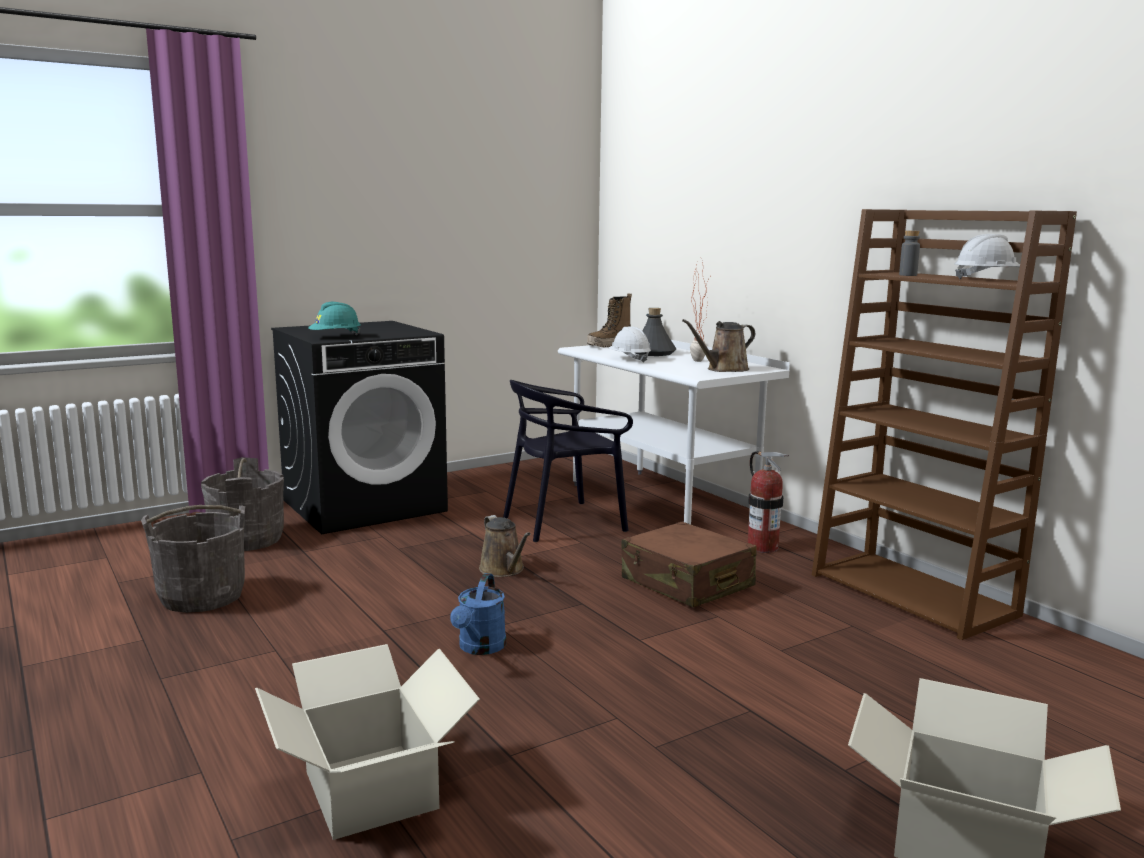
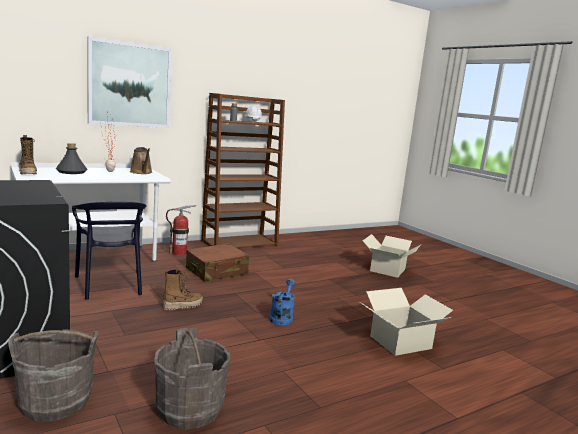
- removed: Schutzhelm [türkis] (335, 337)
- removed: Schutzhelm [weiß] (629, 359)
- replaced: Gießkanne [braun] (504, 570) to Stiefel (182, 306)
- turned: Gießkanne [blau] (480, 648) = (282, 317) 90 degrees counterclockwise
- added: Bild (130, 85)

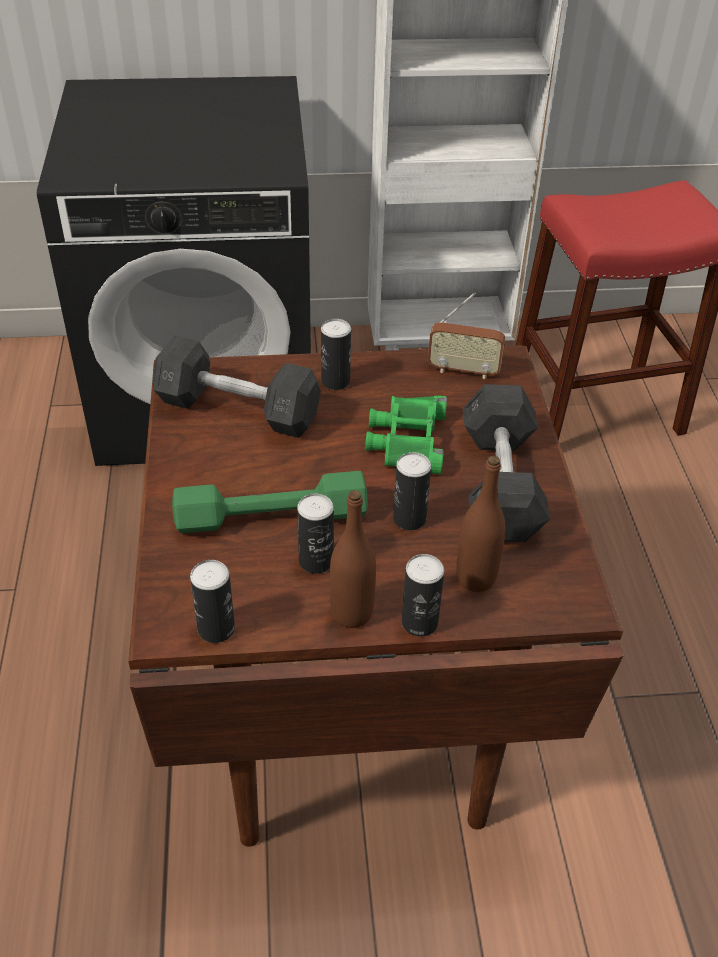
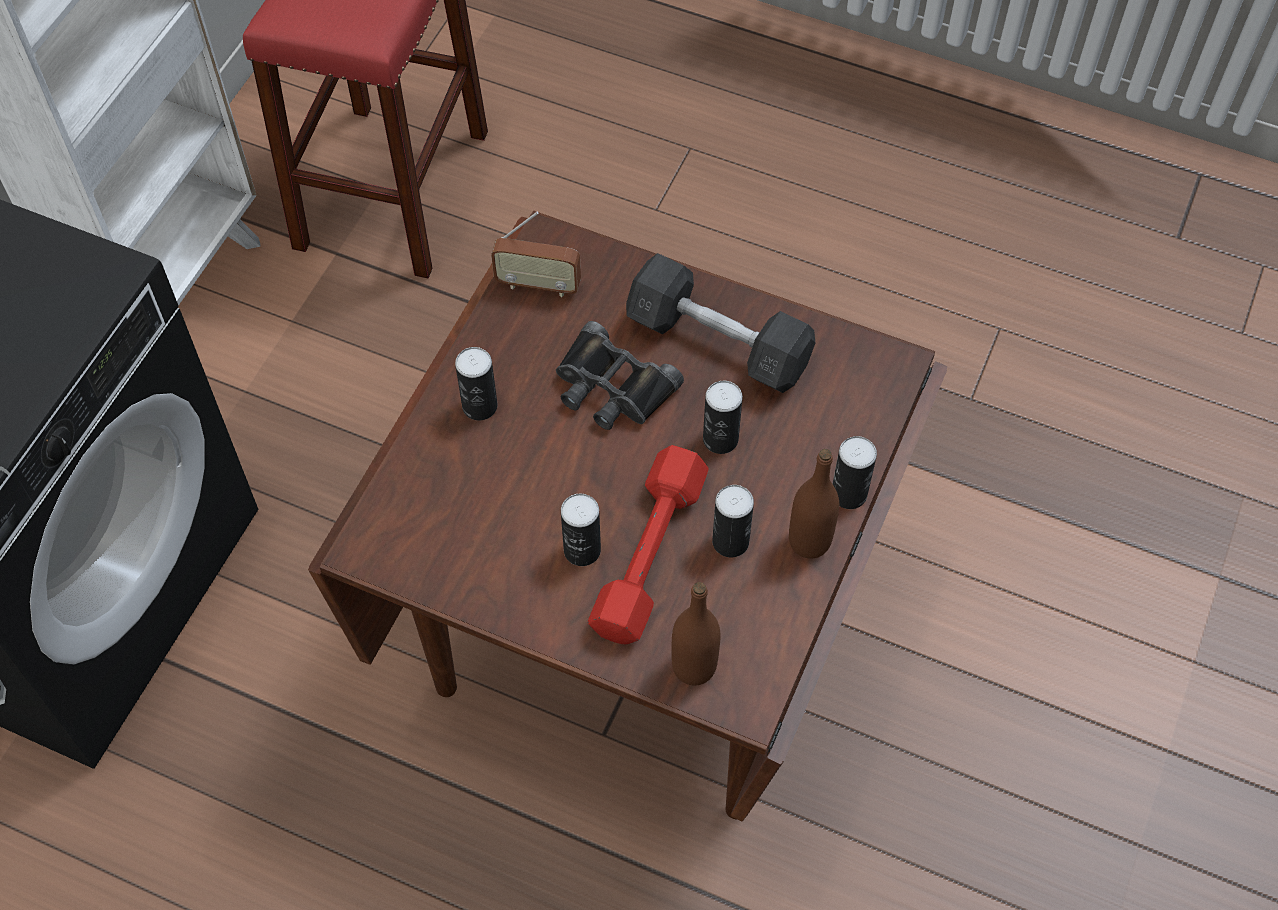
- turned: Radio (463, 370) = (538, 285) 60 degrees clockwise
- removed: Hantel [grau] (238, 409)
- recoloured: Fernglas [grün] (407, 440) to Fernglas [schwarz] (612, 387)
- moved: Flasche [braun] (475, 578) to (694, 666)
- recoloured: Hantel [grün] (271, 517) to Hantel [rot] (650, 554)
- moved: Dose (216, 628) to (582, 550)

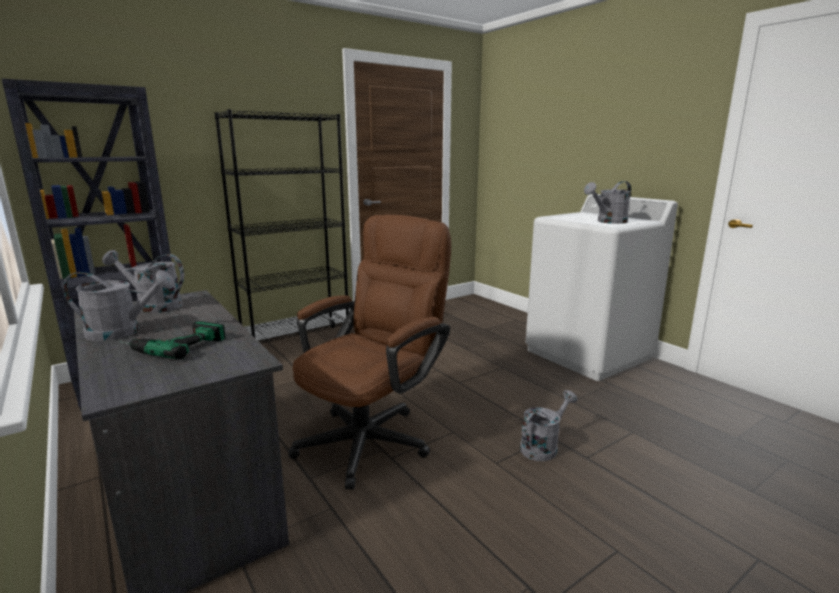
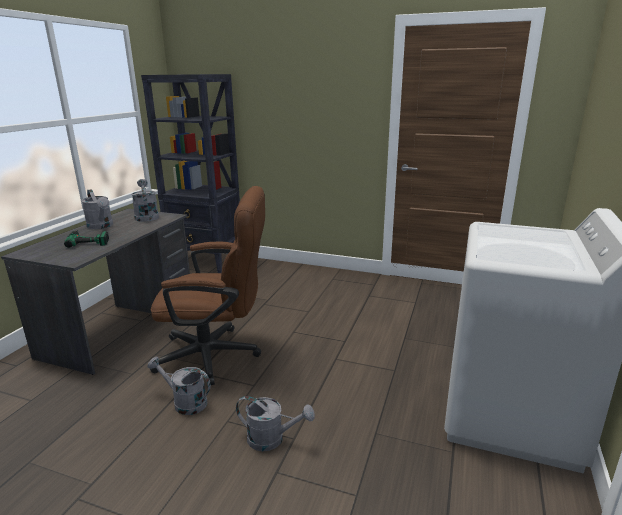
- removed: Bücherregal [schwarz] (297, 342)
- moved: Gießkanne [grau] (608, 222) to (185, 402)

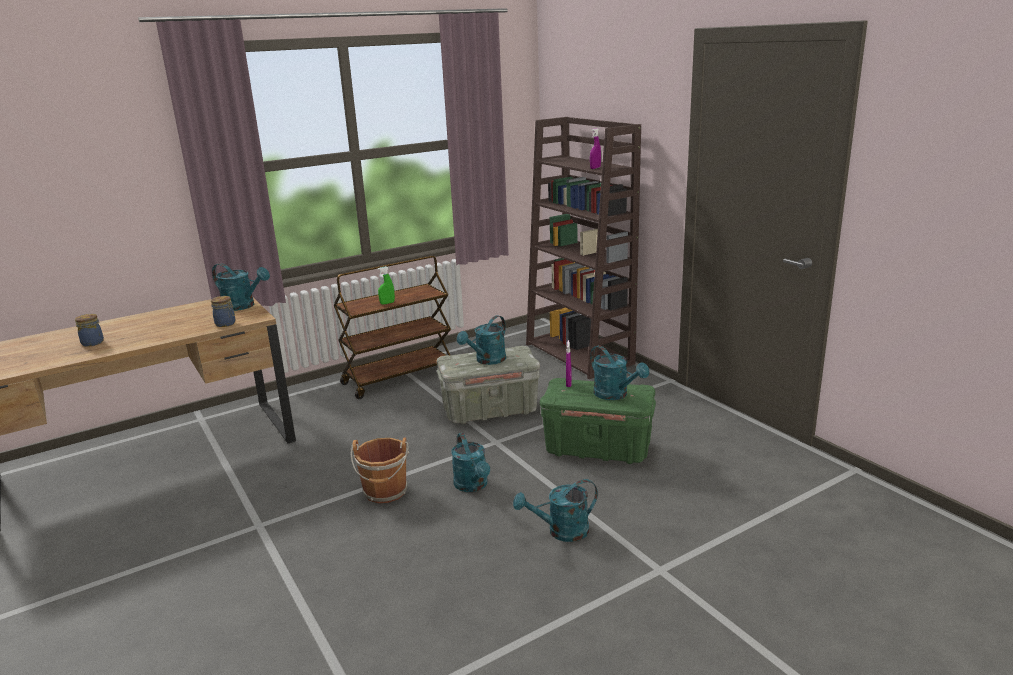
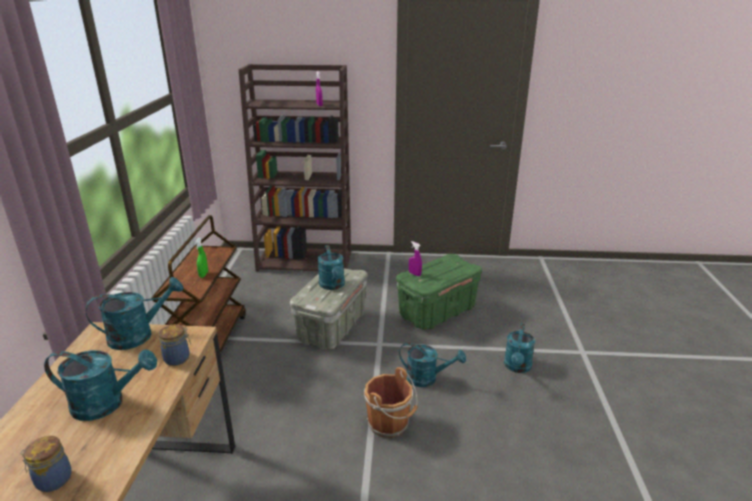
- moved: Gießkanne [türkis] (615, 395) to (107, 404)

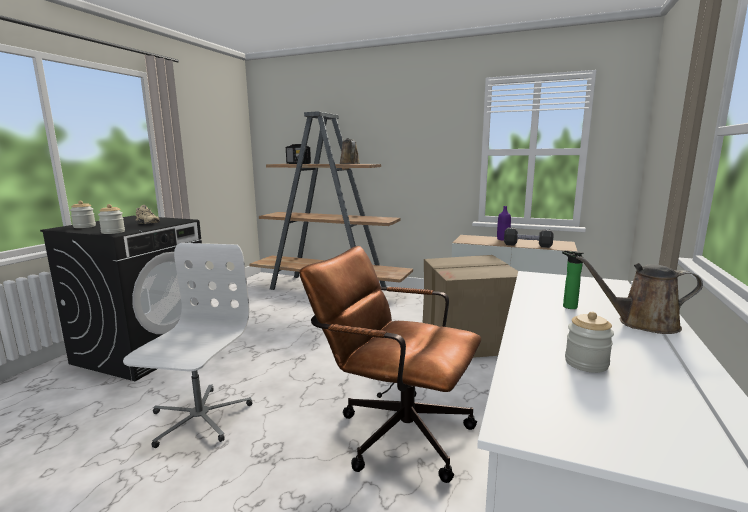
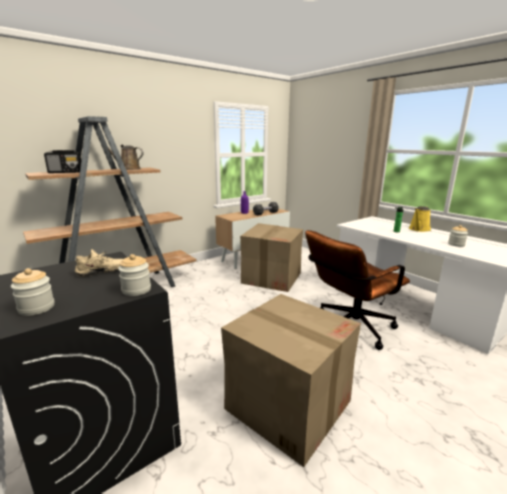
- replaced: Bürostuhl [weiß] (199, 418) to Karton (287, 404)
- recoloured: Gießkanne [braun] (642, 323) to Gießkanne [gelb] (419, 229)

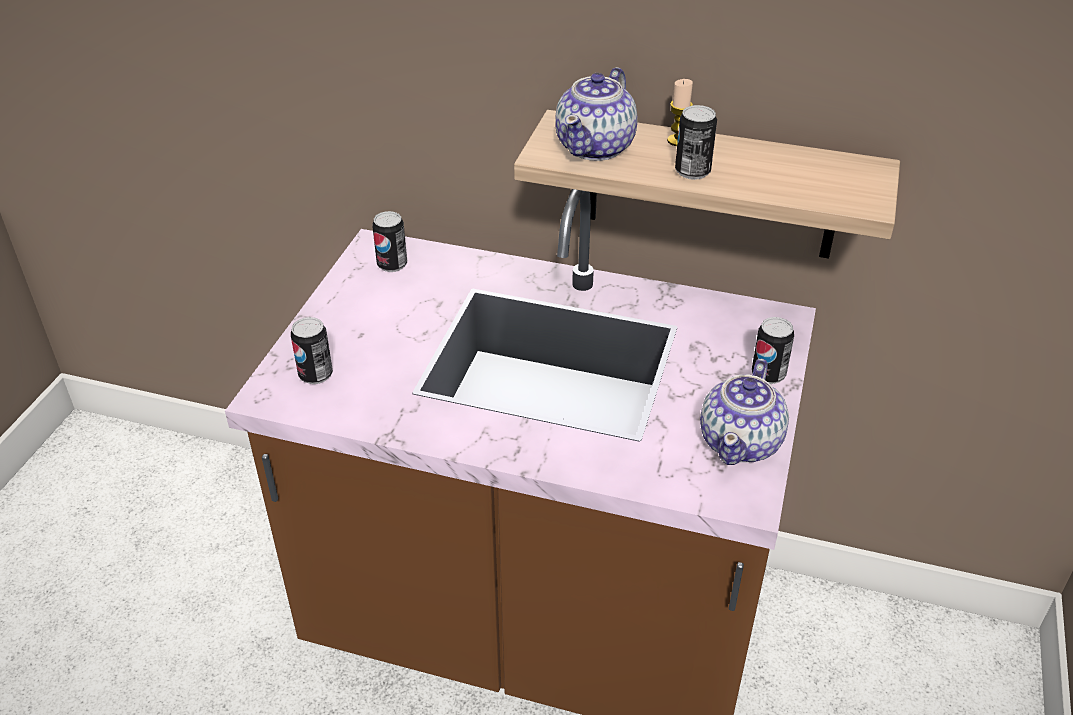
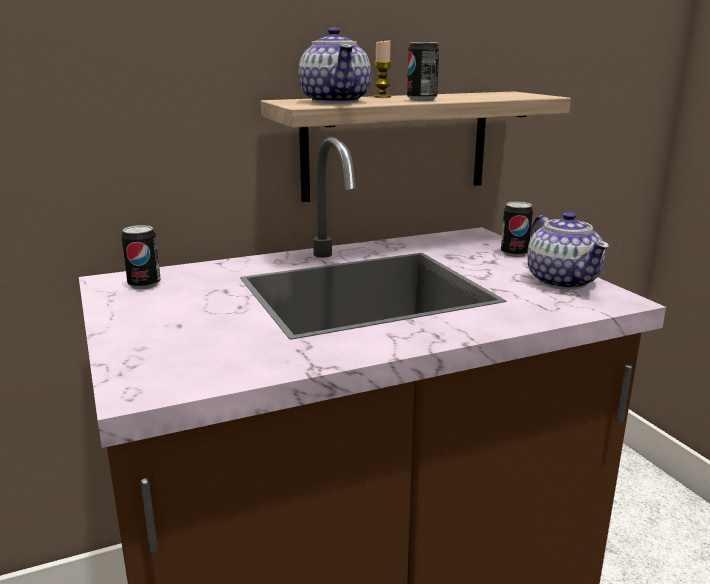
- removed: Dose (315, 375)

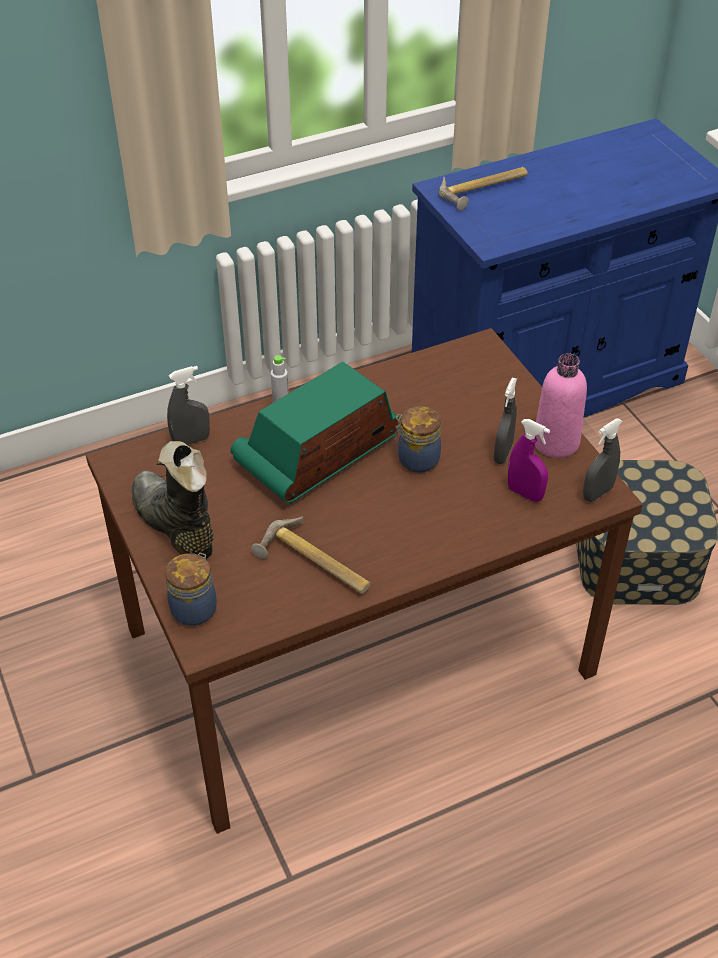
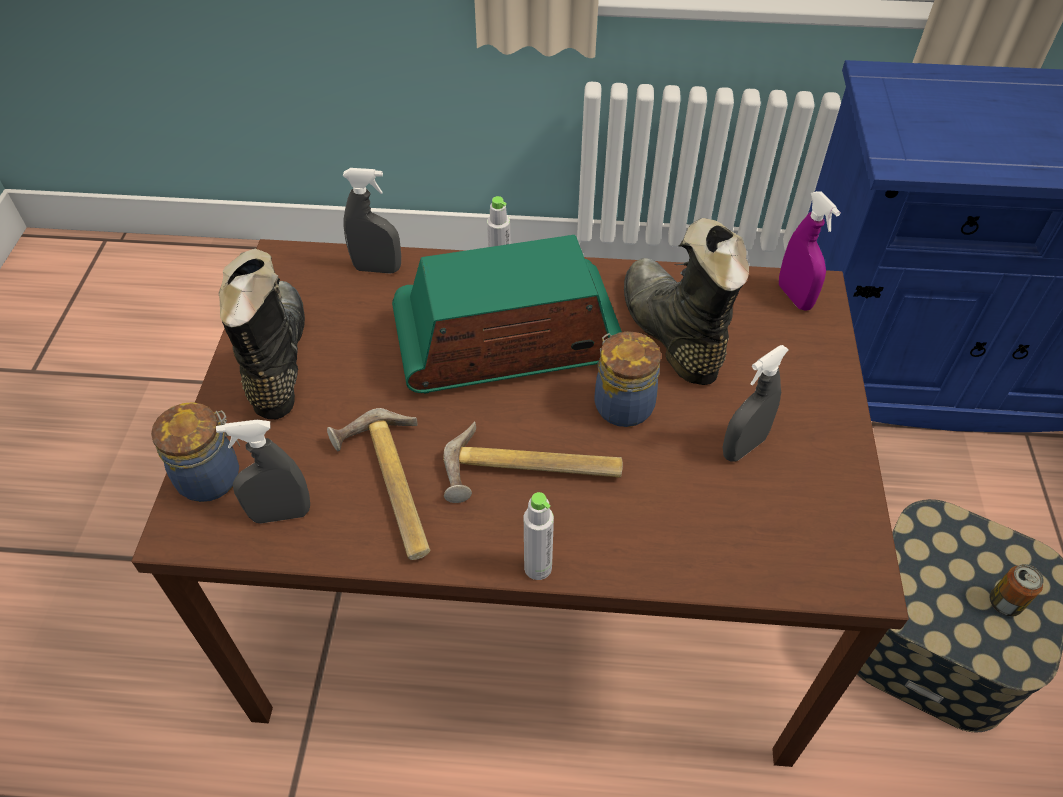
- moved: Hammer (484, 190) to (531, 474)
- removed: Flasche [rosa] (556, 442)
- moved: Sprühflasche [lila] (525, 493) to (794, 297)
- moved: Sprühflasche [grau] (597, 493) to (281, 514)
- added: Stiefel [schwarz] (670, 332)
- added: Flasche [grau] (538, 567)
- added: Dose (1004, 603)

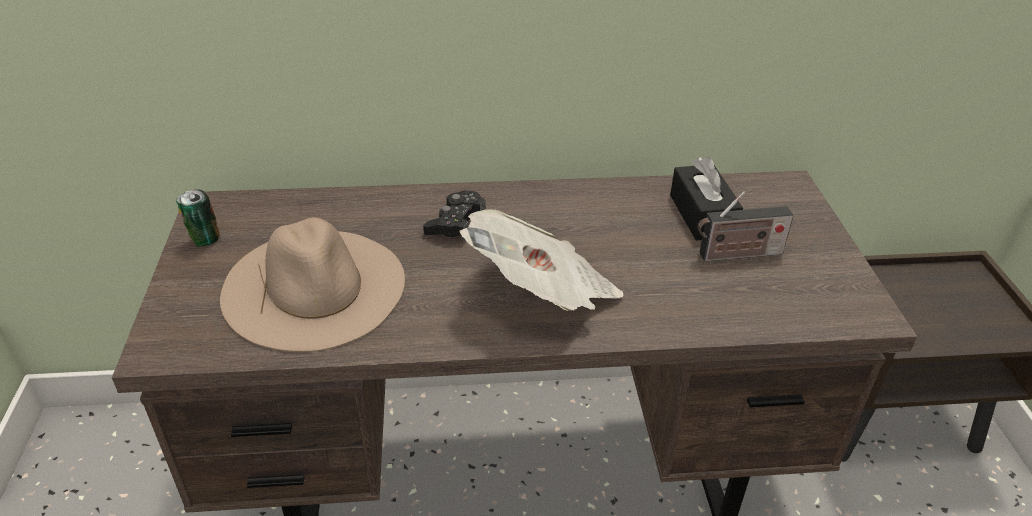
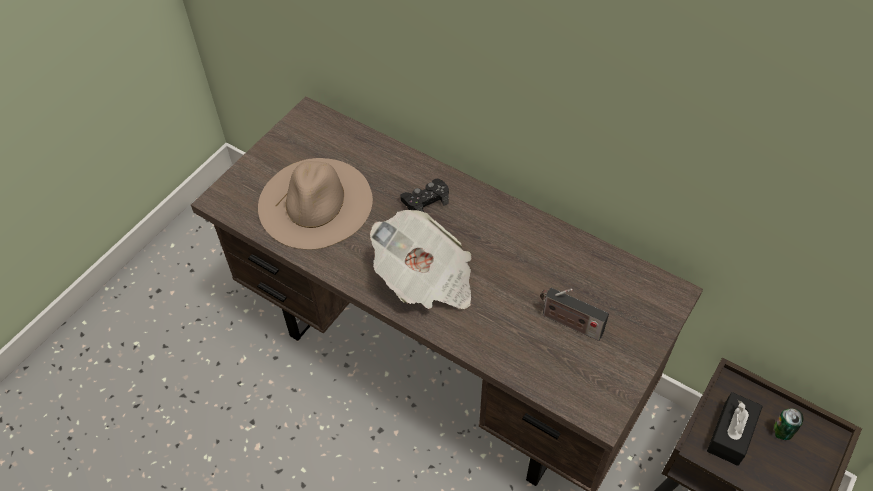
- moved: Taschentuchbox [schwarz] (702, 215) to (731, 434)
- moved: Dose (204, 239) to (781, 432)

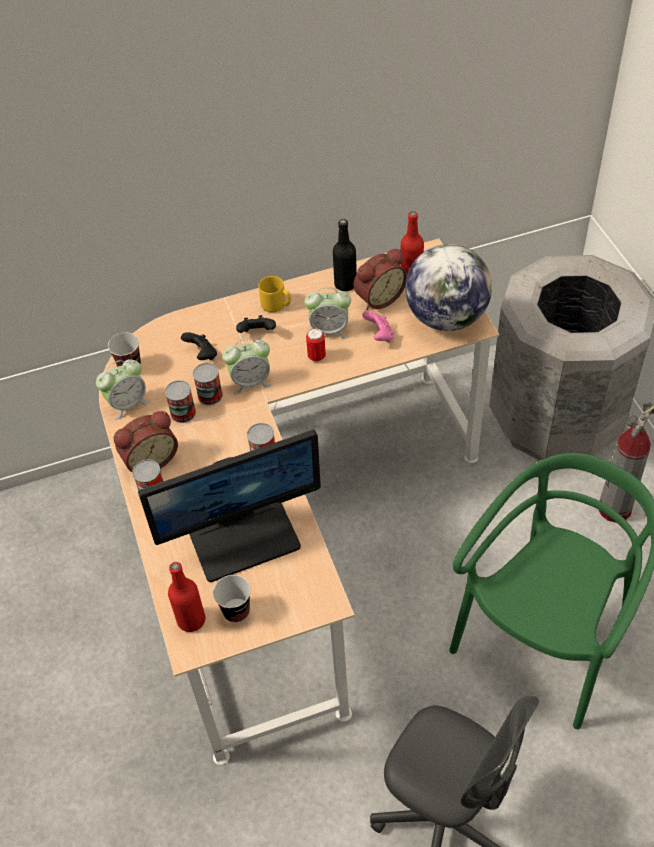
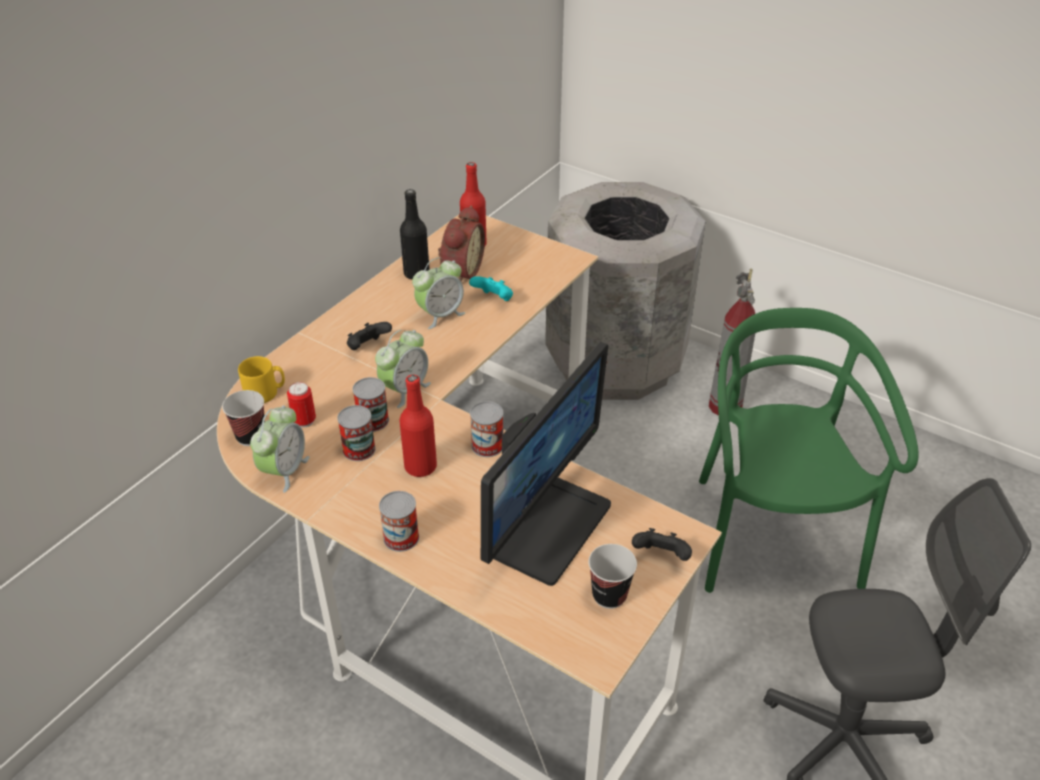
- removed: Globus (446, 317)
- moved: Henkelbecher [gelb] (276, 305) to (265, 393)
- recoloured: Gamepad [rosa] (379, 335) to Gamepad [türkis] (493, 299)
- moved: Dose (316, 357) to (304, 421)
- moved: Gamepad [schwarz] (202, 355) to (661, 556)
- removed: Wecker (150, 459)
- moved: Flasche [rot] (191, 620) to (420, 467)

